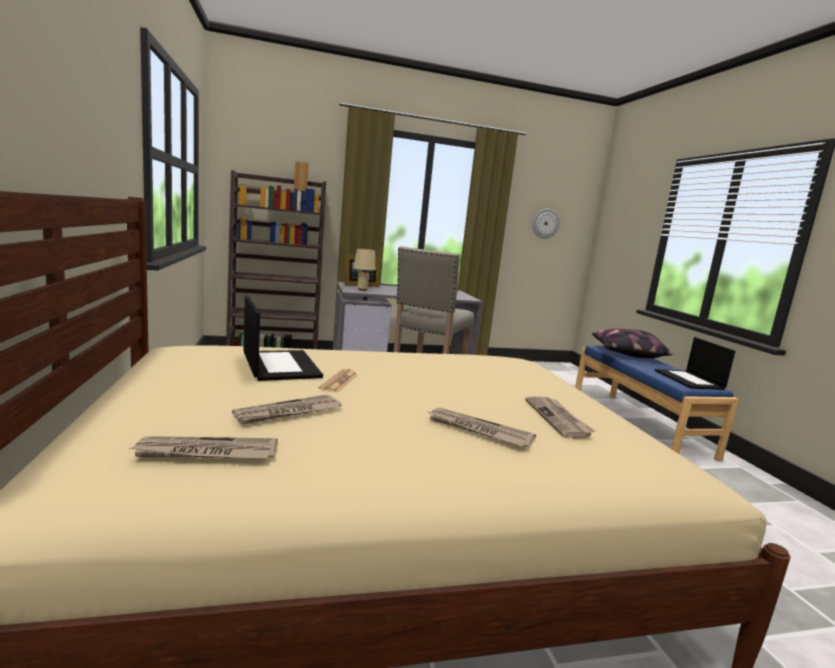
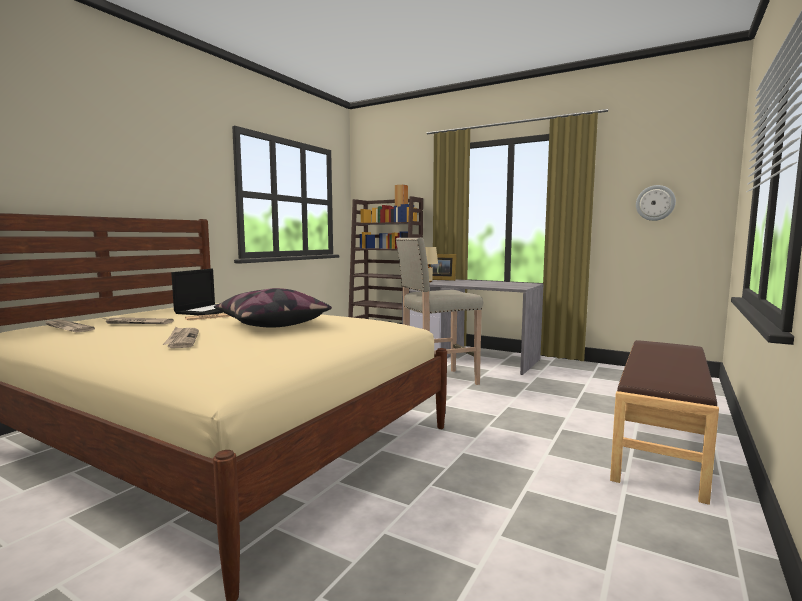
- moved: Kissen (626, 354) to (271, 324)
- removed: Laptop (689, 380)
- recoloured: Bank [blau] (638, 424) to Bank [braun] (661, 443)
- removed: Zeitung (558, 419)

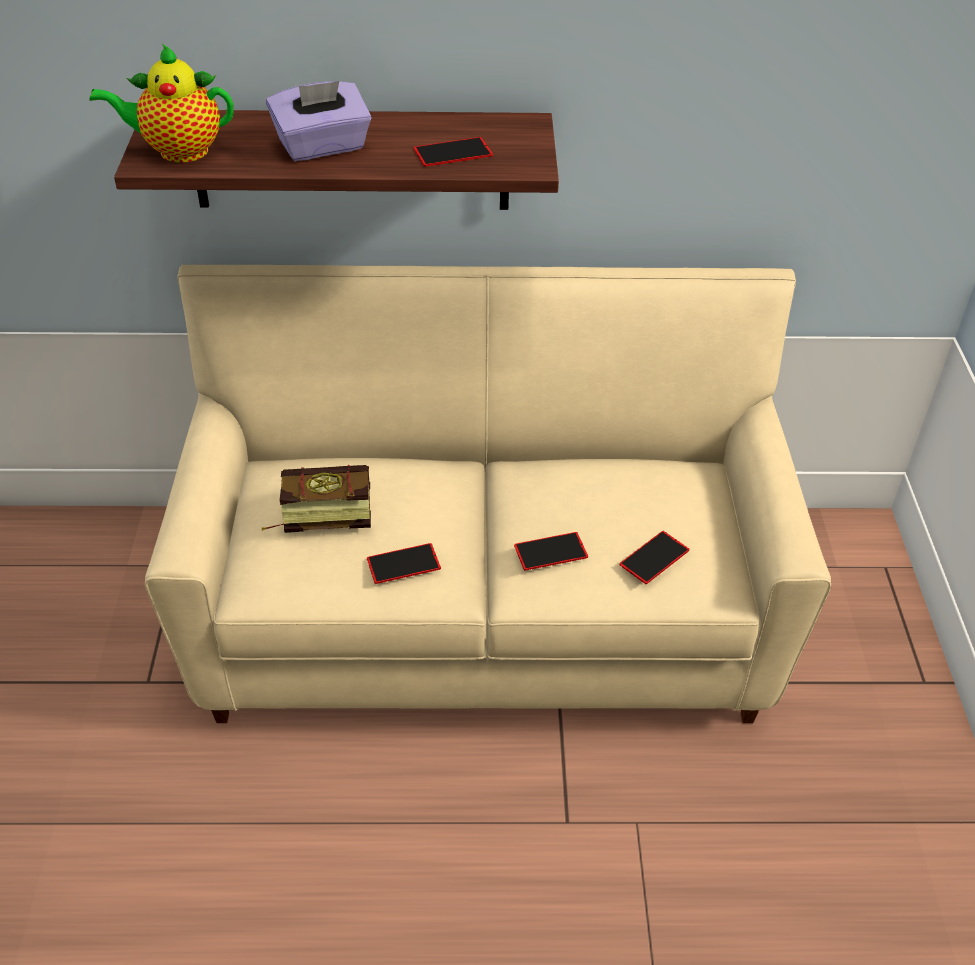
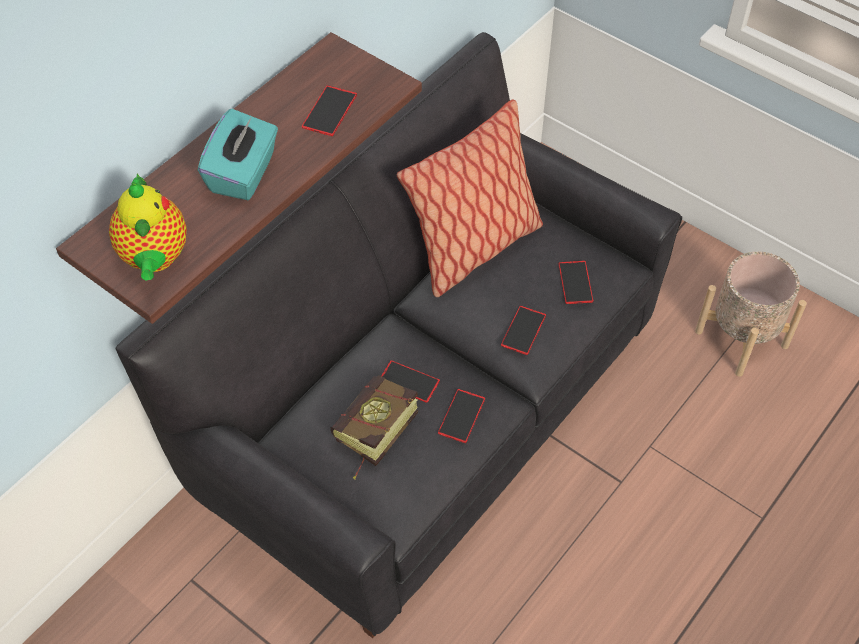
- turned: Teekanne (178, 151) = (155, 259) 45 degrees counterclockwise
- recoloured: Taschentuchbox [lila] (322, 147) to Taschentuchbox [türkis] (243, 174)
- recoloured: Sofa [beige] (485, 618) to Sofa [schwarz] (428, 415)
- added: Kissen (474, 249)
- added: Pflanzkübel [beige] (741, 339)
- added: Handy (408, 381)

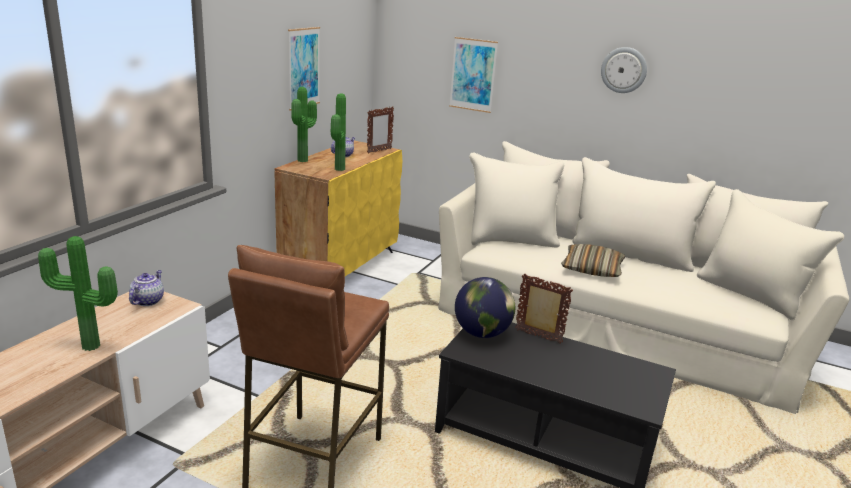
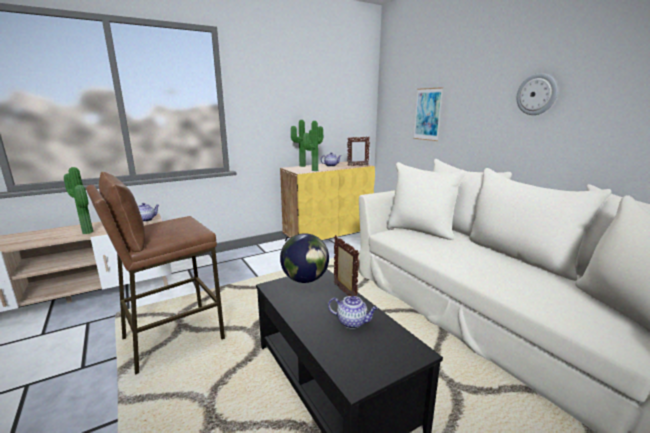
- removed: Bild (304, 68)
- removed: Kissen (592, 269)
- added: Teekanne (352, 322)

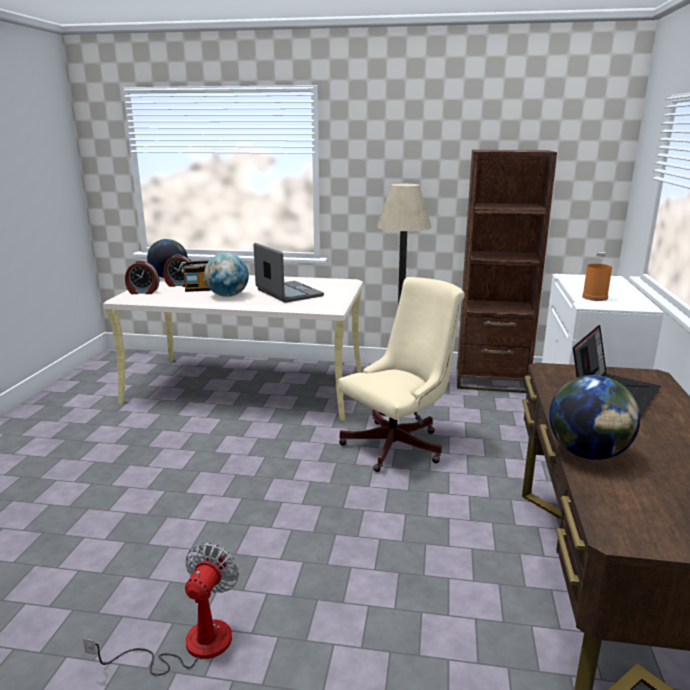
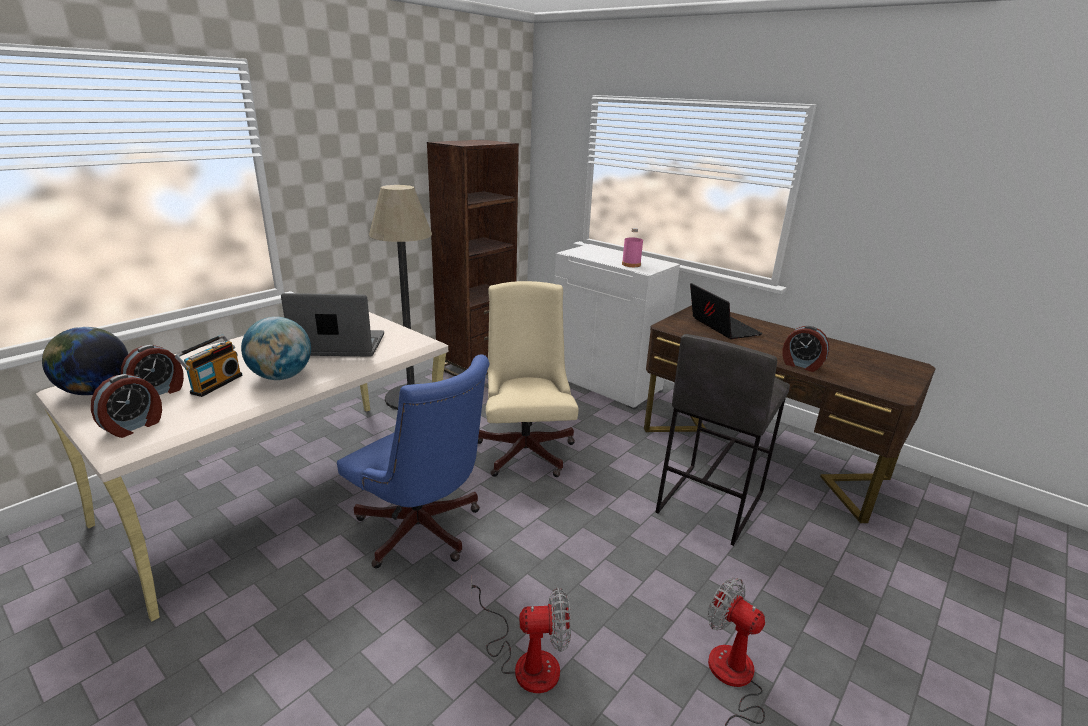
- recoloured: Flasche [orange] (594, 297) to Flasche [rosa] (631, 264)
- replaced: Globus (588, 454) to Wecker (801, 365)
- added: Hocker [grau] (709, 502)
- added: Bürostuhl [blau] (423, 533)
- added: Ventilator (525, 660)

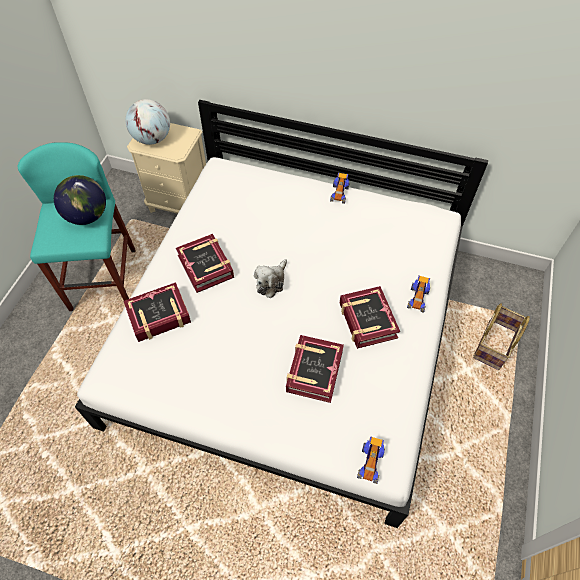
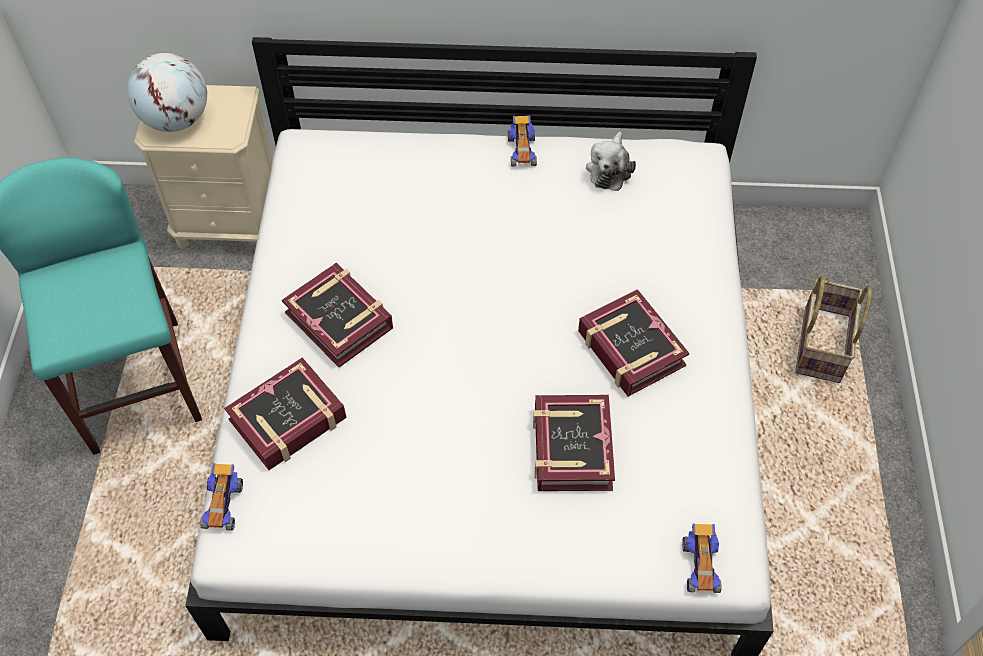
- removed: Globus (87, 216)
- moved: Plüschtier (271, 282) to (609, 169)
- moved: Spielzeugauto (417, 298) to (223, 504)

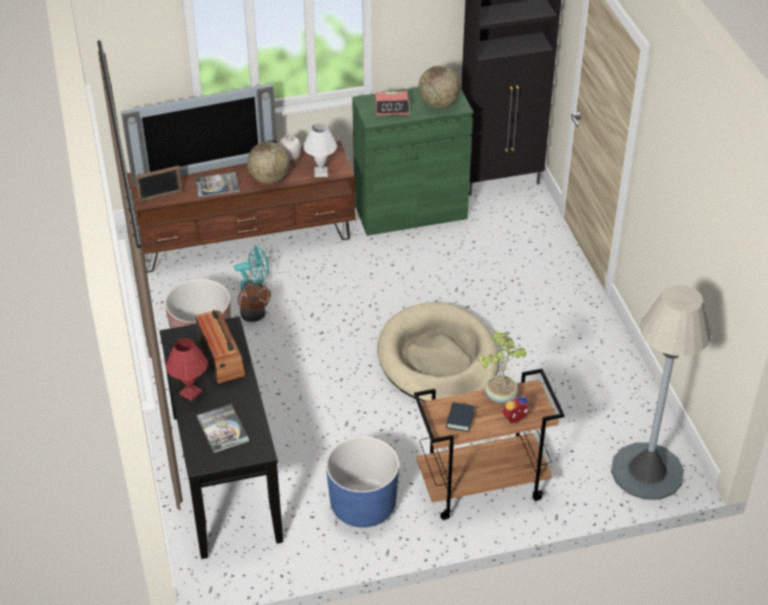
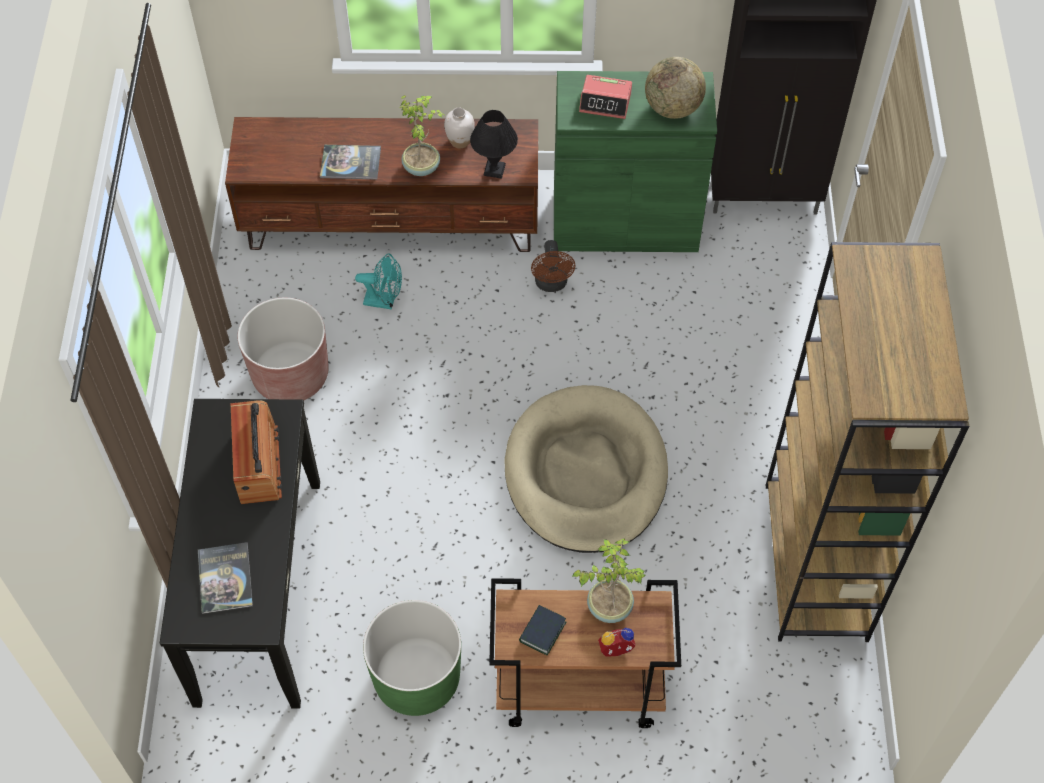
- removed: Fernseher (204, 166)
- recoloured: Tischlampe [weiß] (321, 172) to Tischlampe [schwarz] (495, 169)
- replaced: Globus (269, 179) to Topfpflanze (422, 166)
- removed: Bilderrahmen (160, 197)
- moved: Ventilator [braun] (254, 316) to (551, 284)
- removed: Stehlampe [grau] (647, 471)
- removed: Tischlampe [rot] (190, 393)
- recoloured: Pflanzkübel [blau] (363, 505) to Pflanzkübel [grün] (417, 678)
- added: Bücherregal [braun] (816, 562)

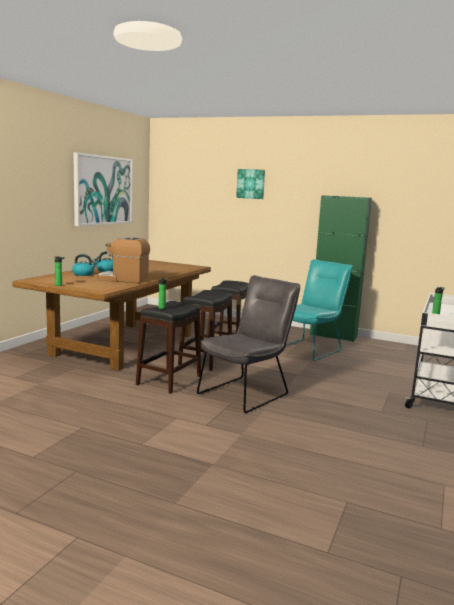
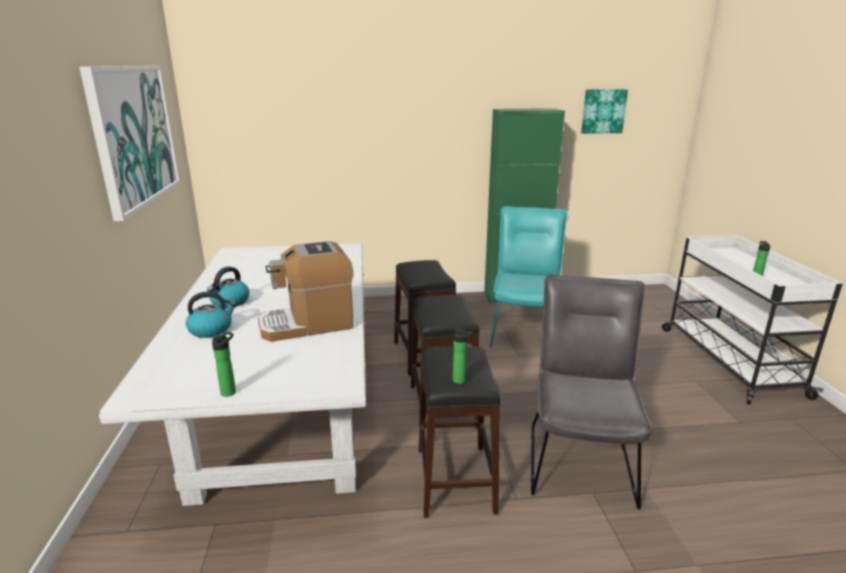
- moved: Bild (251, 184) to (603, 111)
- recoloured: Esstisch [braun] (124, 344) to Esstisch [weiß] (286, 416)

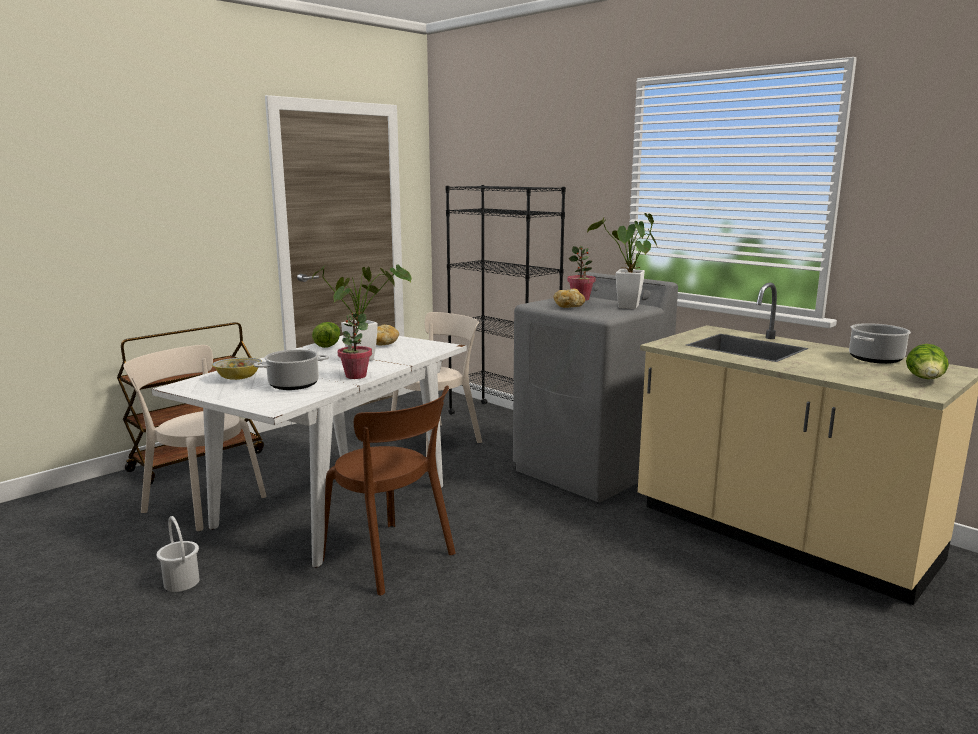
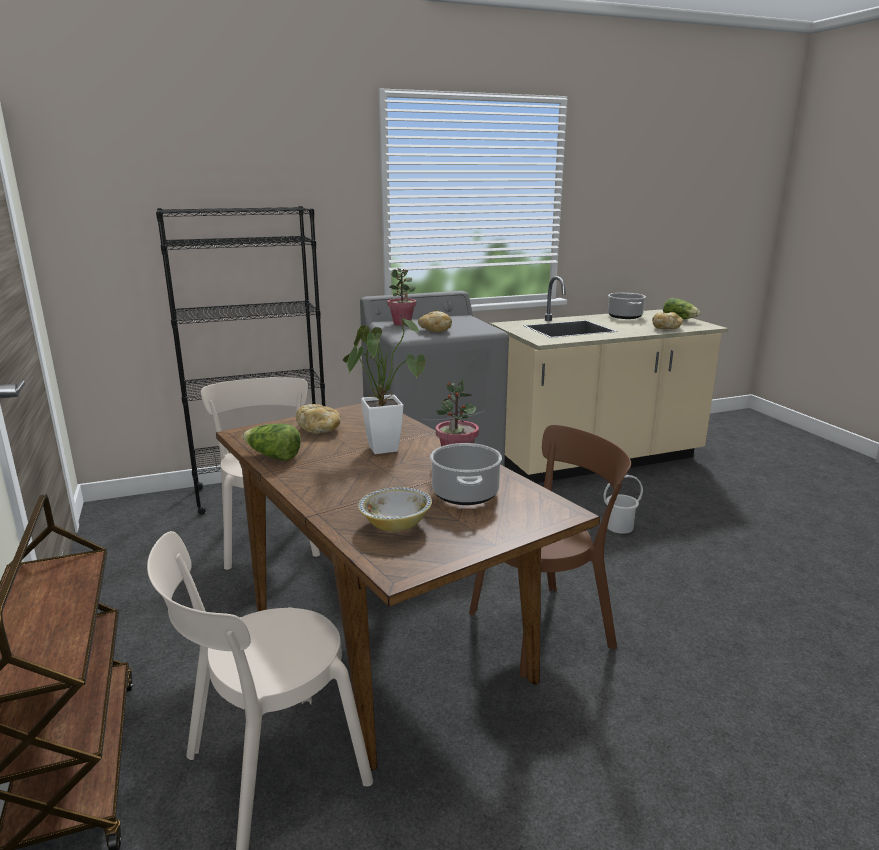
- removed: Topfpflanze (627, 308)
- recoloured: Esstisch [weiß] (334, 505) to Esstisch [braun] (386, 643)
- moved: Eimer [weiß] (181, 582) to (620, 527)
- added: Brot (666, 328)

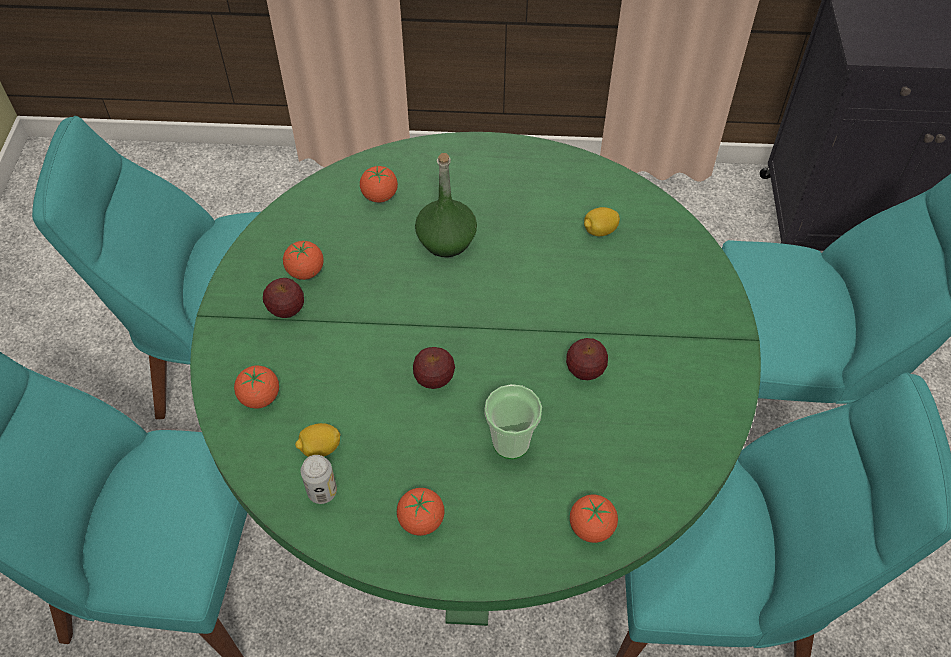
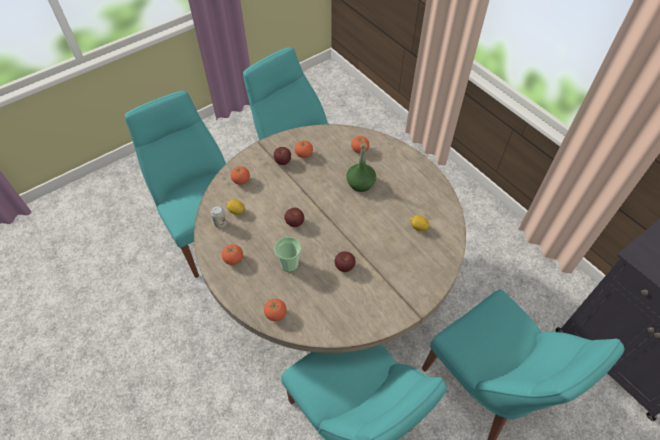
- recoloured: Esstisch [grün] (475, 476) to Esstisch [beige] (330, 292)

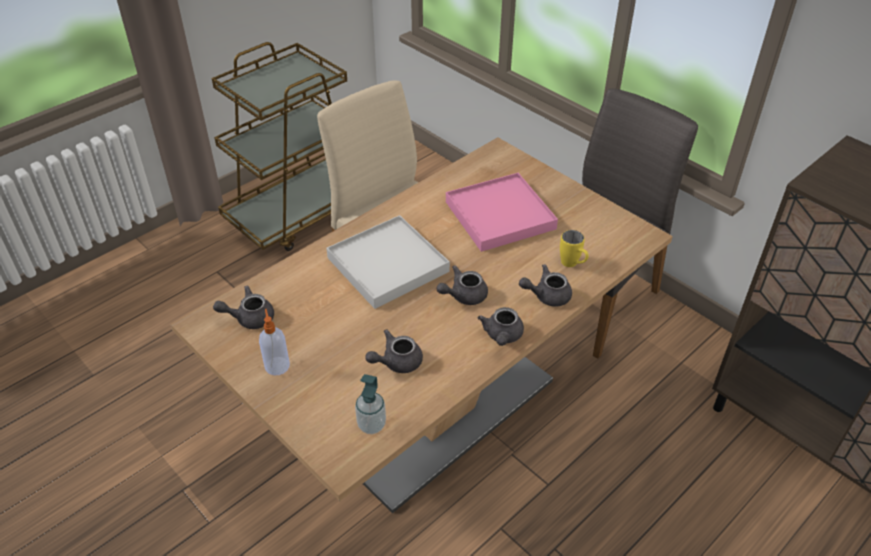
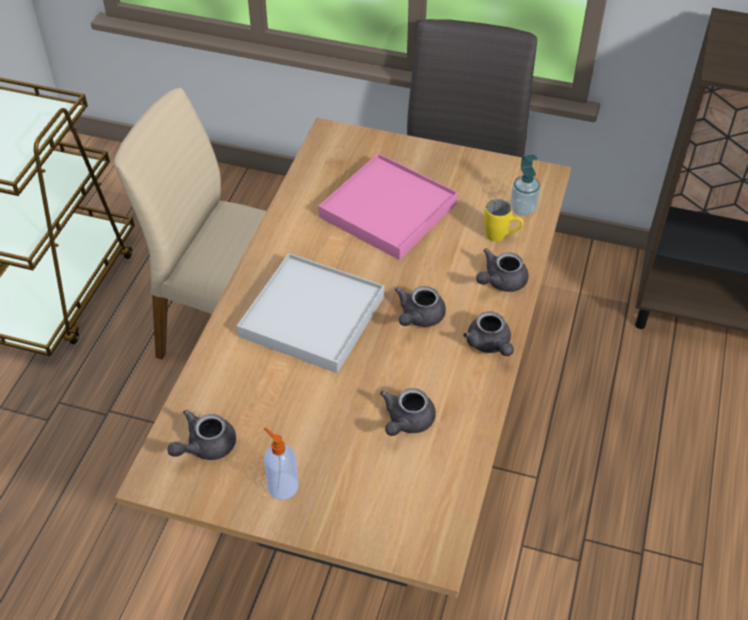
- moved: Seifenspender (371, 425) to (523, 209)

